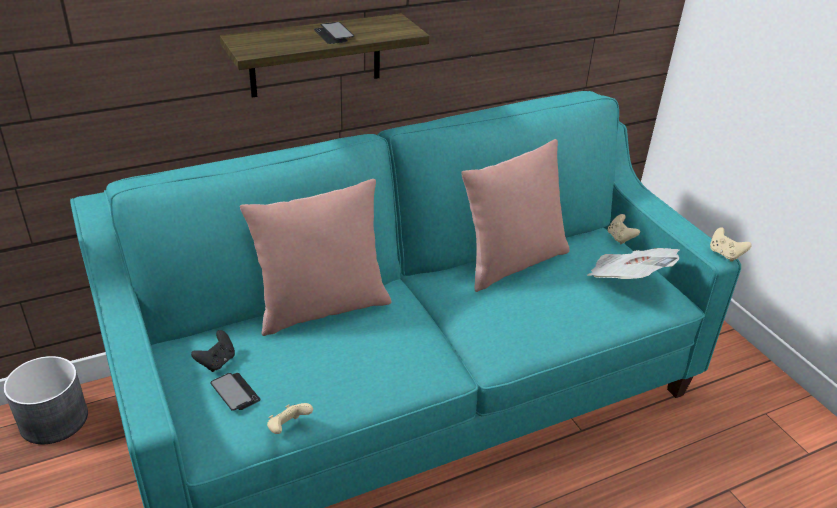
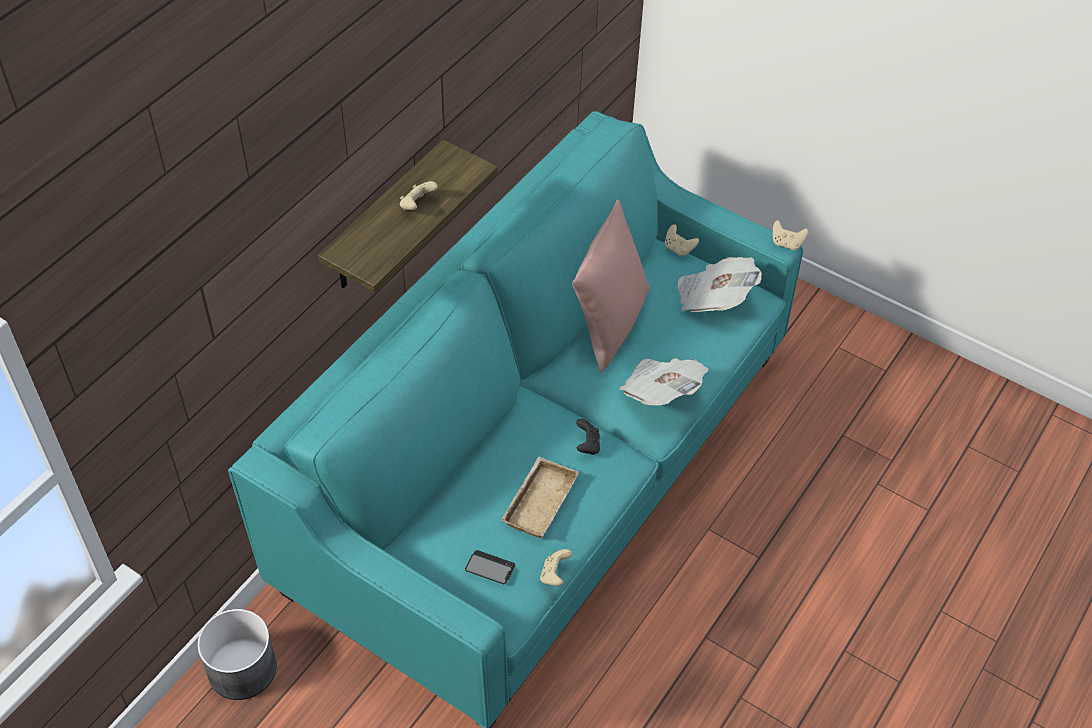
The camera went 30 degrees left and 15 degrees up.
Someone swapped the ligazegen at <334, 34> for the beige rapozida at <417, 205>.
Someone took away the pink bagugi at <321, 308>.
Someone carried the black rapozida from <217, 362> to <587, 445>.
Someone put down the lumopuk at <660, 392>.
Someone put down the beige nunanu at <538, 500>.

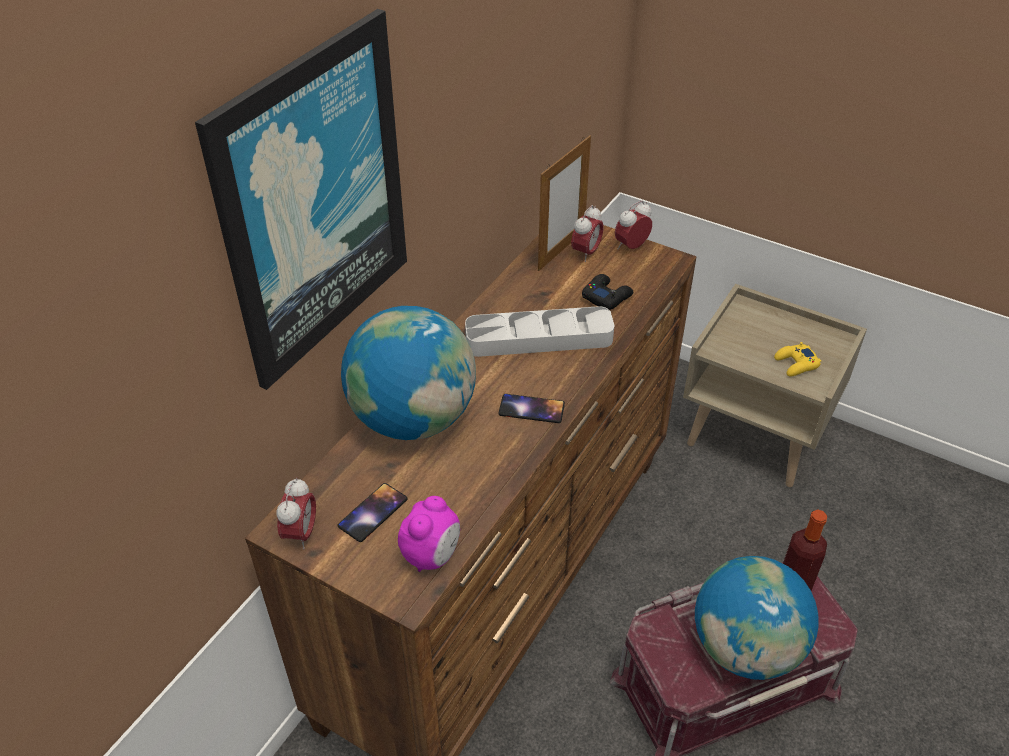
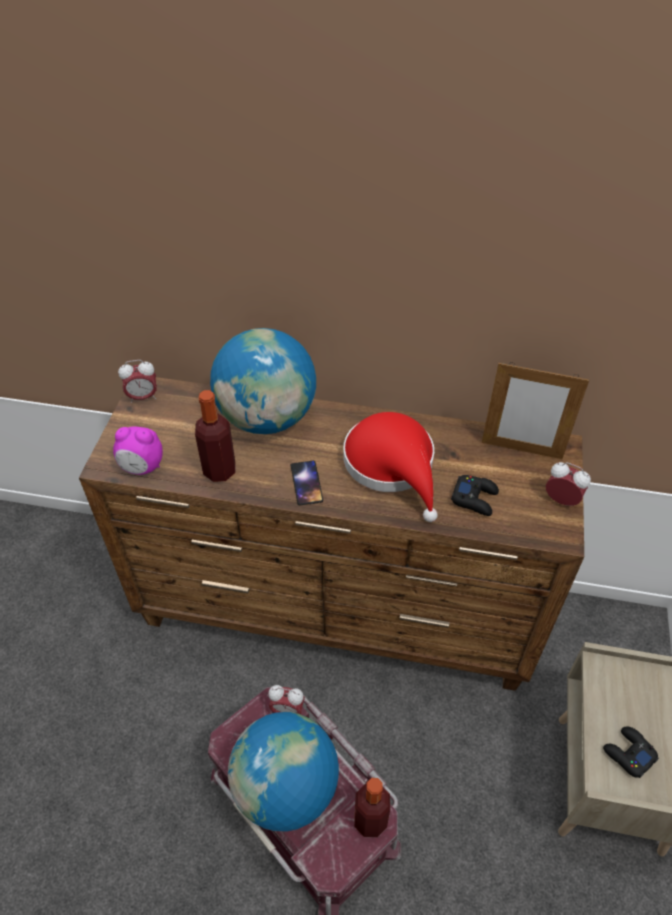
The camera went 70 degrees right and 5 degrees up.
Someone took away the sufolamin at <313, 202>.
Someone carried the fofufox from <586, 253> to <287, 710>.
Someone swapped the grey nunanu at <539, 338> for the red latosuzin at <393, 466>.
Someone repainted the yellow rapozida at <796, 364>, which became the black rapozida at <628, 753>.
Someone took away the ligazegen at <372, 512>.
Someone put down the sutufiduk at <219, 470>.

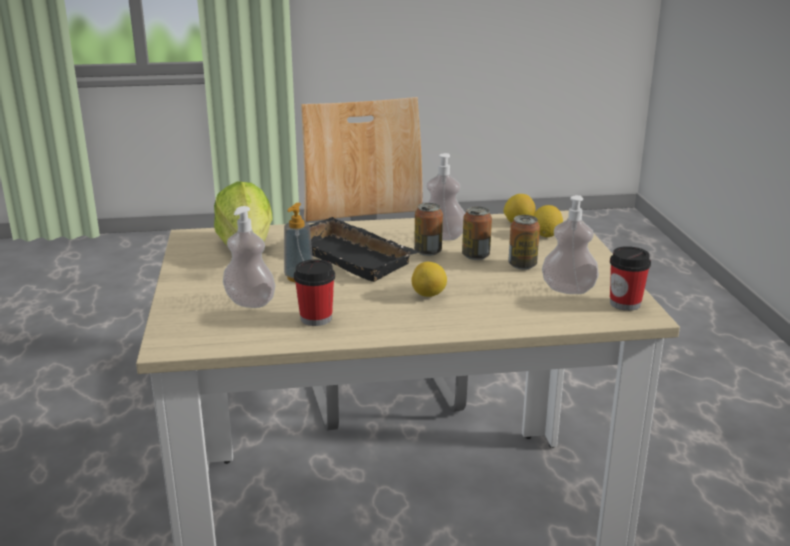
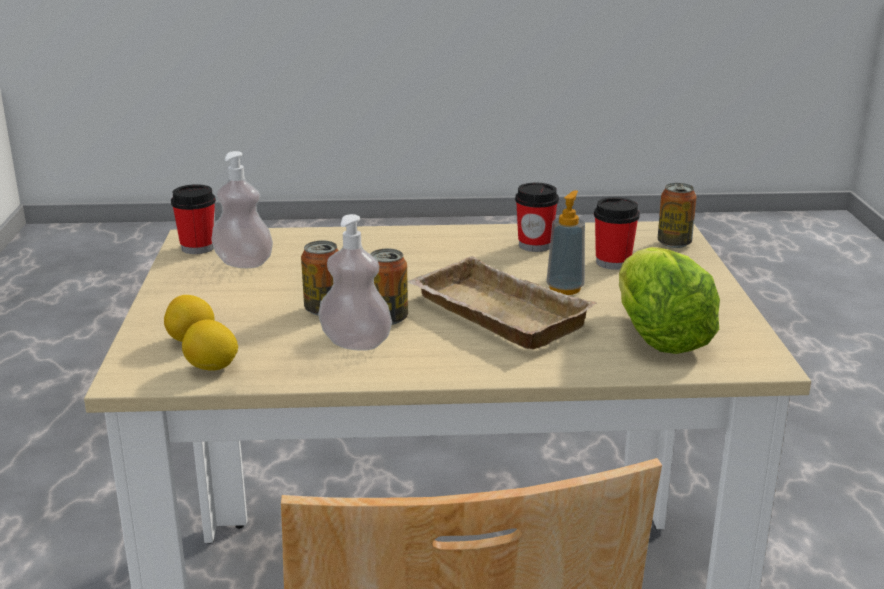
The camera went 175 degrees left and 0 degrees up.
Someone swapped the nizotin at <250, 302> for the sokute at <613, 262>.
Someone carried the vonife from <522, 265> to <674, 243>.
Someone repainted the black nunanu at <355, 256>, which became the beige nunanu at <493, 314>.
Someone took away the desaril at <429, 295>.

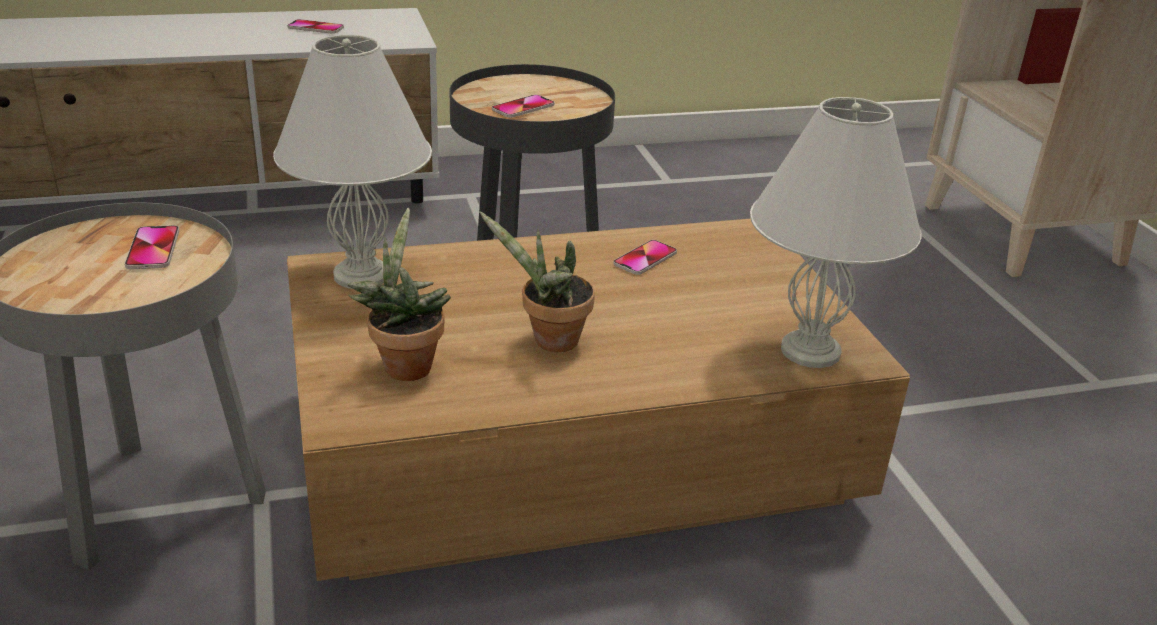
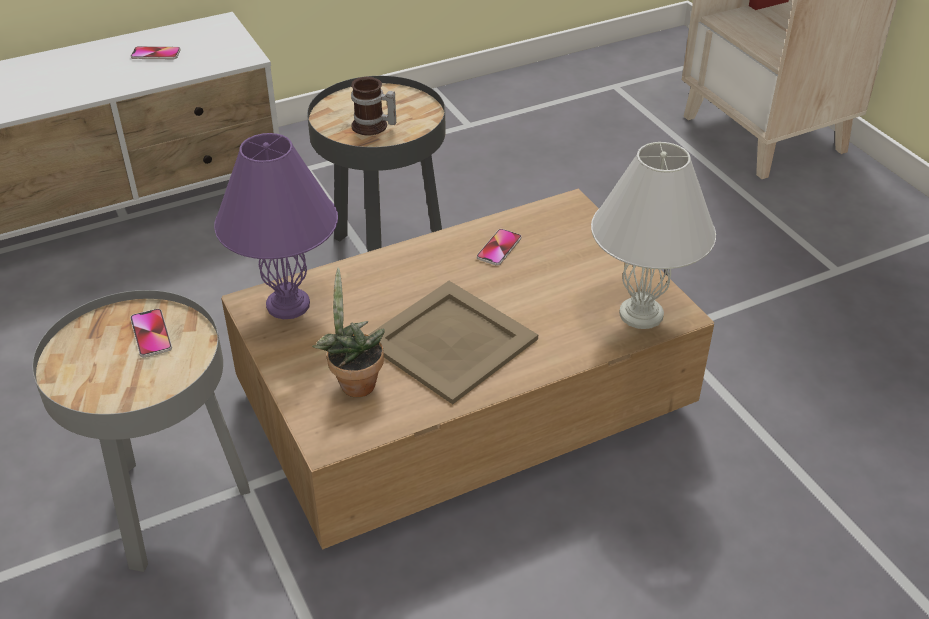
The camera went 10 degrees left and 10 degrees up.
Someone repainted the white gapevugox at <360, 275>, which became the purple gapevugox at <287, 305>.
Someone swapped the ligazegen at <523, 108> for the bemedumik at <372, 127>.
Someone swapped the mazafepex at <549, 341> for the beige nunanu at <452, 341>.

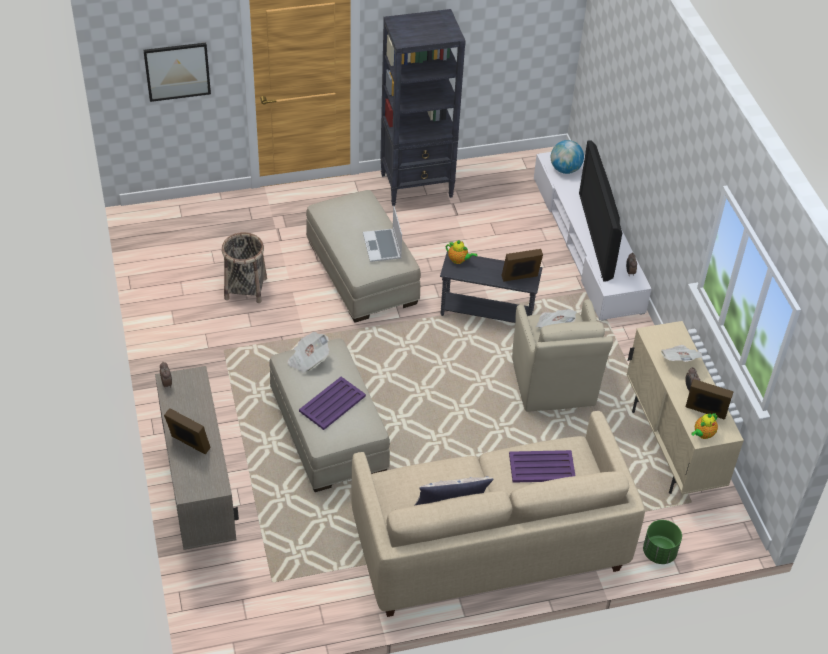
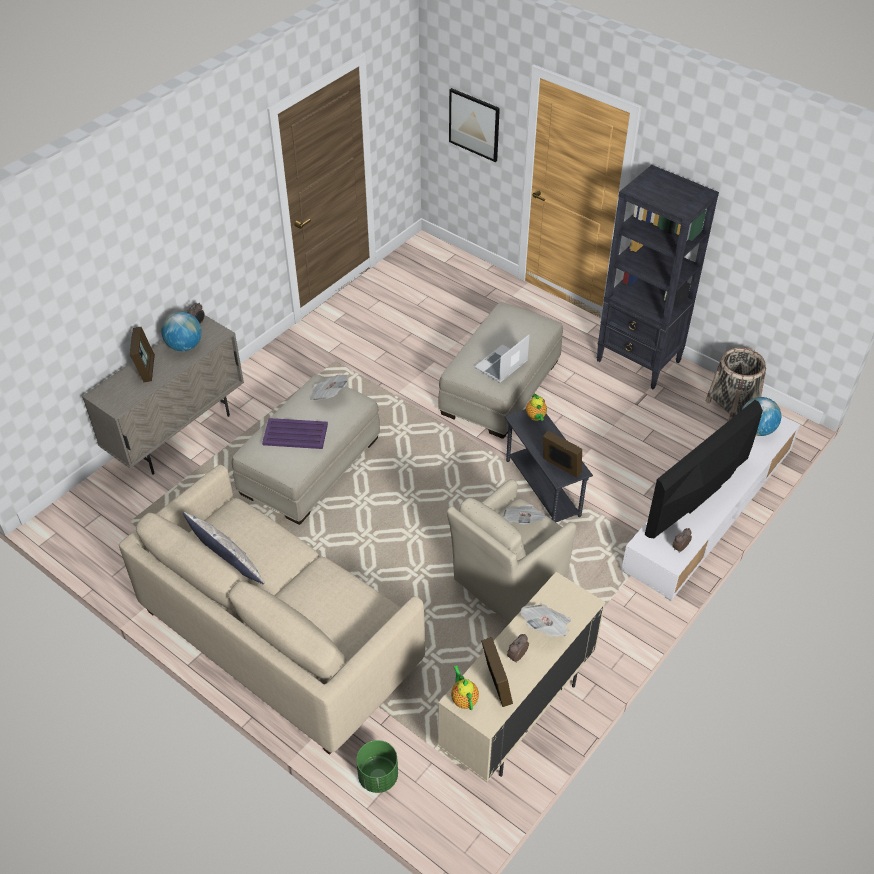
The camera went 55 degrees right and 0 degrees up.
Someone carried the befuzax from <246, 288> to <732, 405>.
Someone rotated the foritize at <702, 434> by 60 degrees clockwise.
Someone took away the purple nunanu at <542, 467>.
Someone put down the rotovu at <184, 346>.

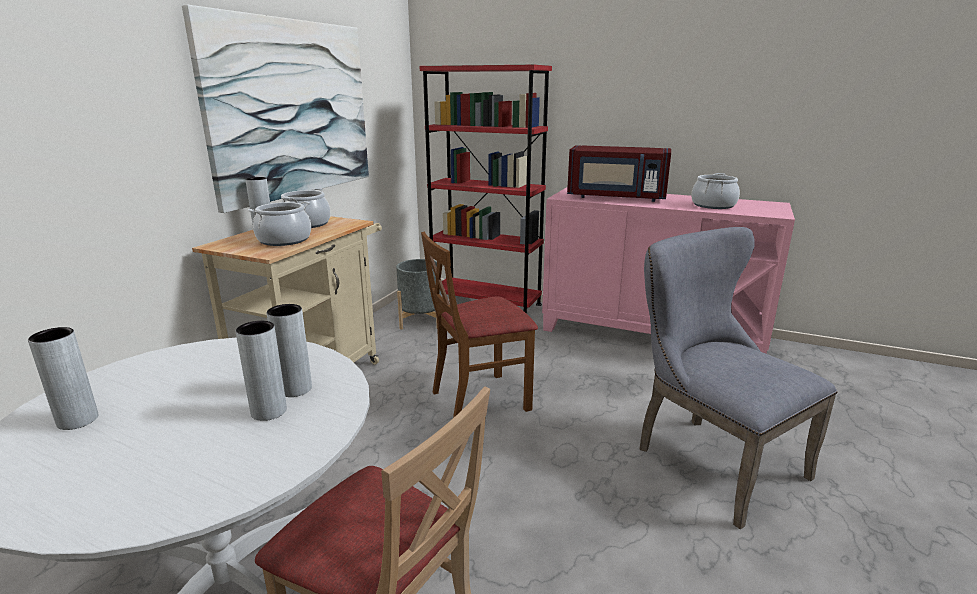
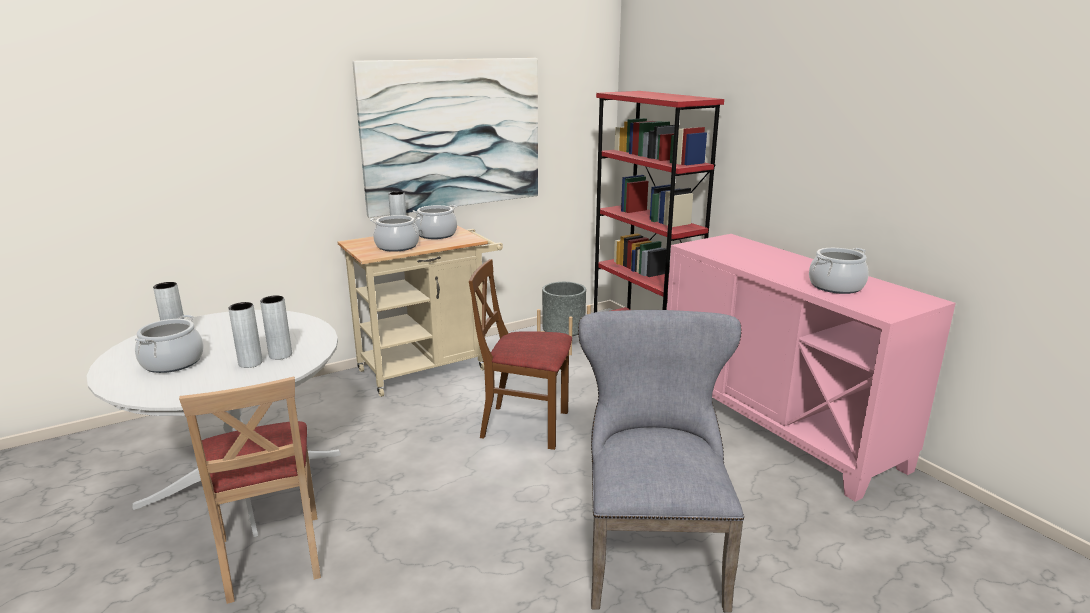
The camera went 35 degrees right and 0 degrees up.
Someone took away the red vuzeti at <616, 197>.
Someone put down the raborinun at <173, 362>.

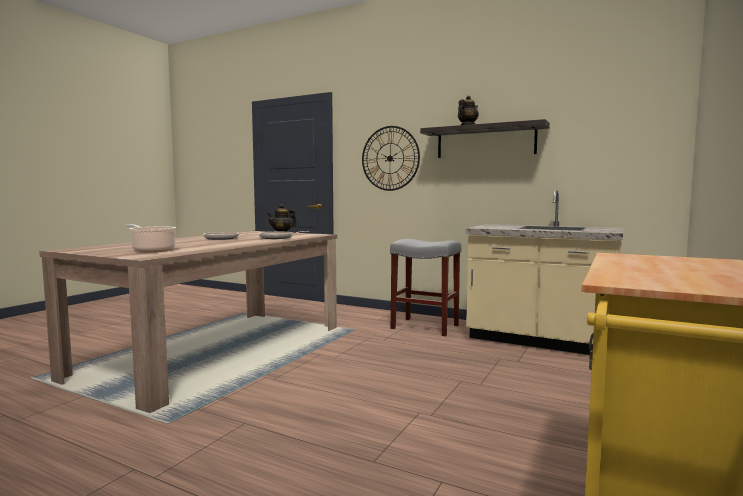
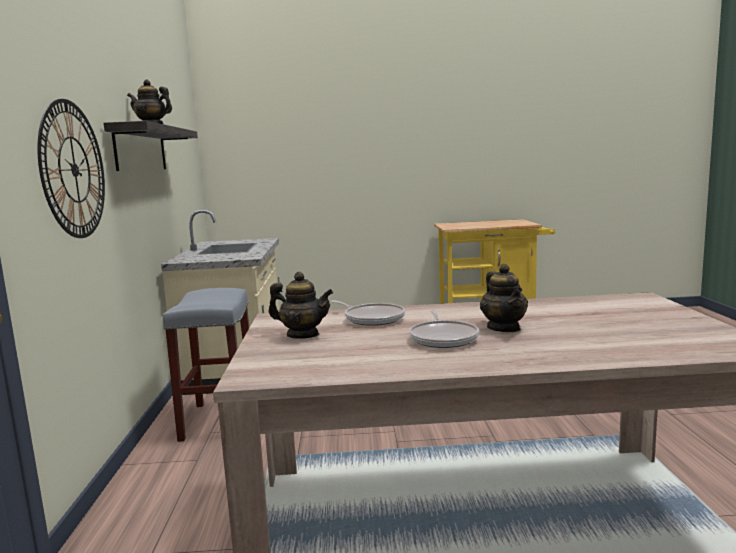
The camera went 120 degrees left and 5 degrees up.
Someone took away the raborinun at <152, 250>.
Someone put down the foritize at <504, 328>.

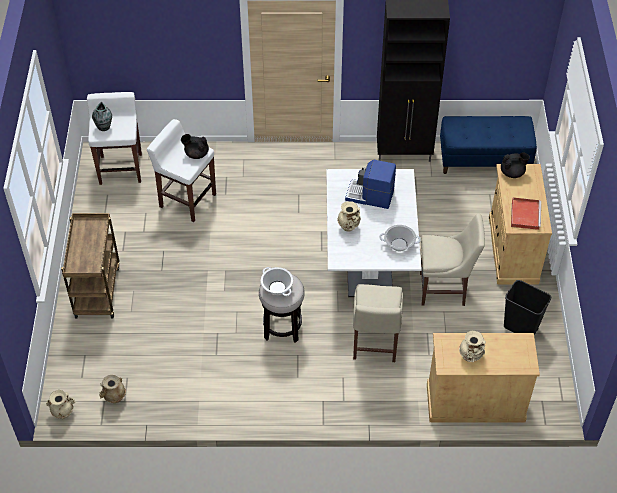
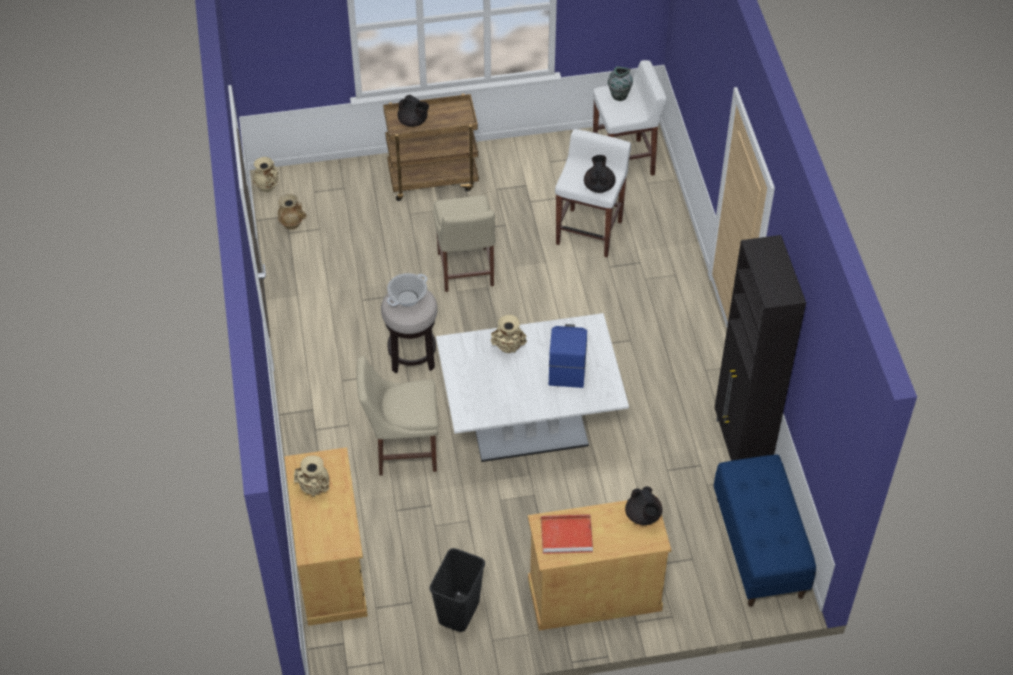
The camera went 80 degrees right and 0 degrees up.
Someone carried the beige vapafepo from <445, 289> to <465, 272>.
Someone took away the raborinun at <399, 244>.
Someone put down the black foritize at <413, 121>.

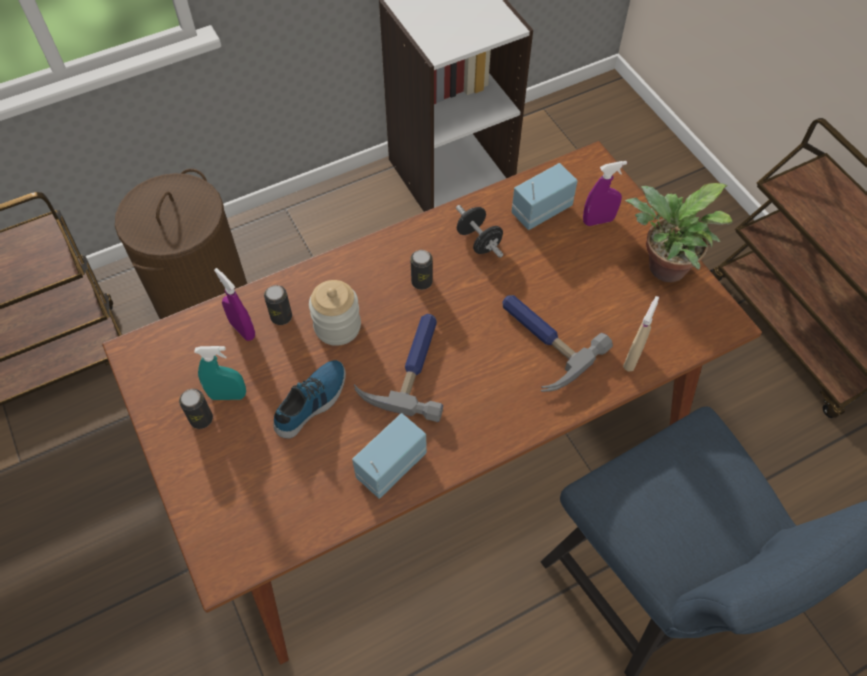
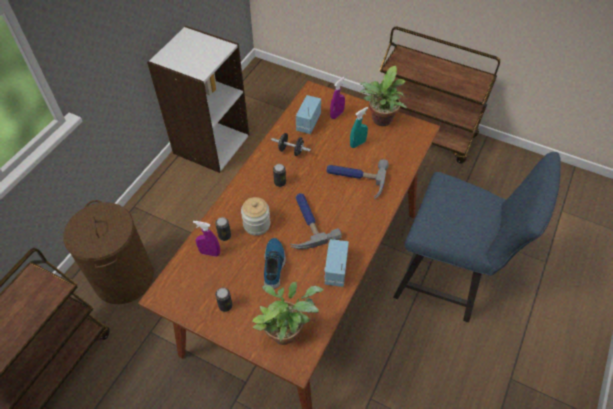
The camera went 35 degrees left and 5 degrees down.
Someone took away the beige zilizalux at <632, 358>.
Someone carried the turquoise zilizalux from <228, 395> to <357, 144>.
Someone put down the mazafepex at <286, 330>.

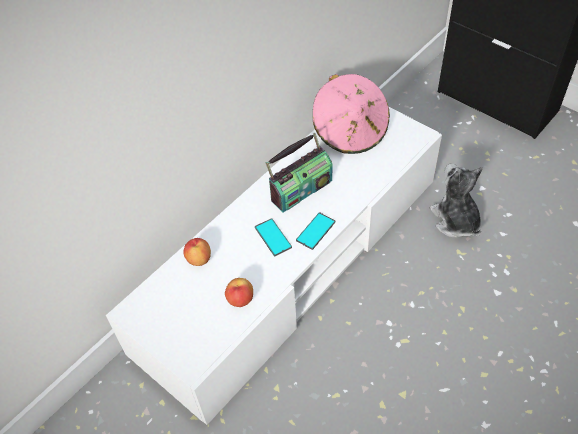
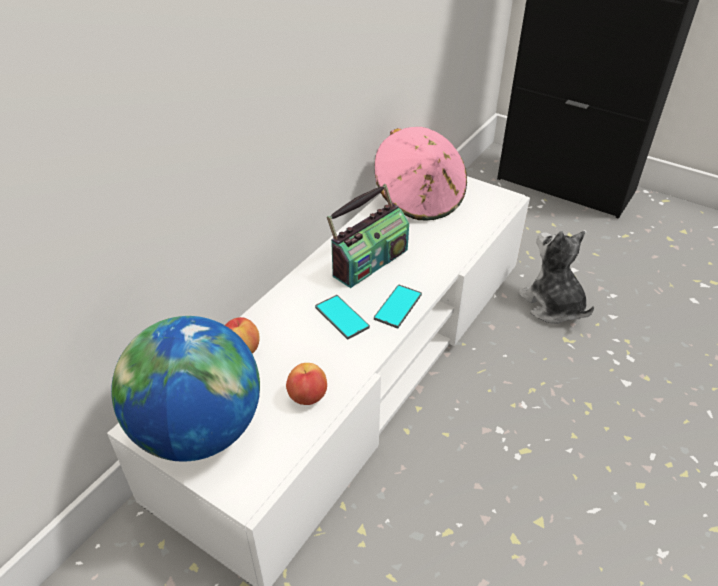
The camera went 10 degrees left and 10 degrees down.
Someone put down the rotovu at <199, 431>.

